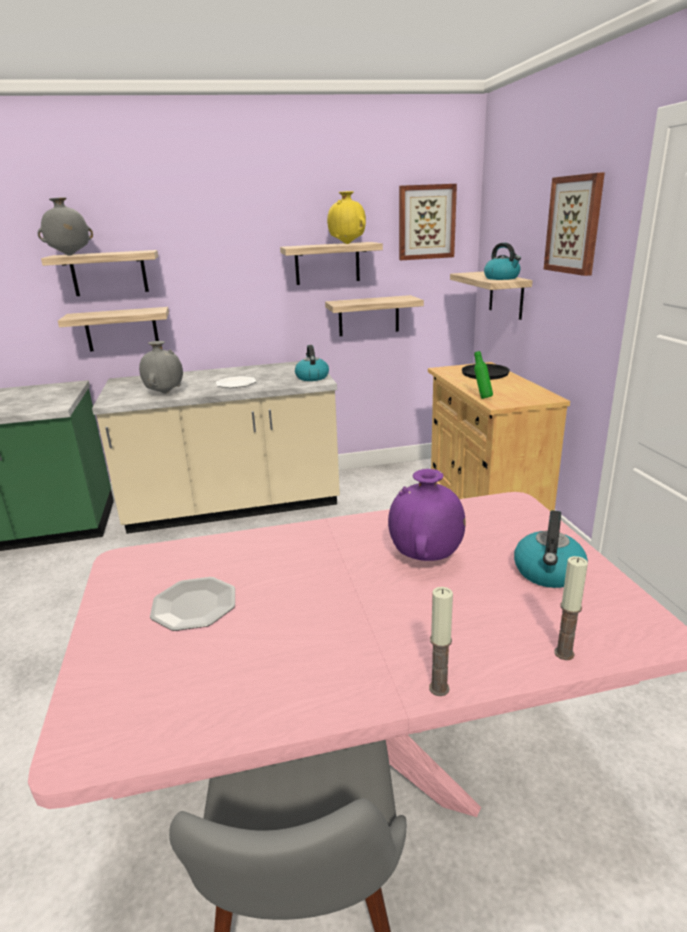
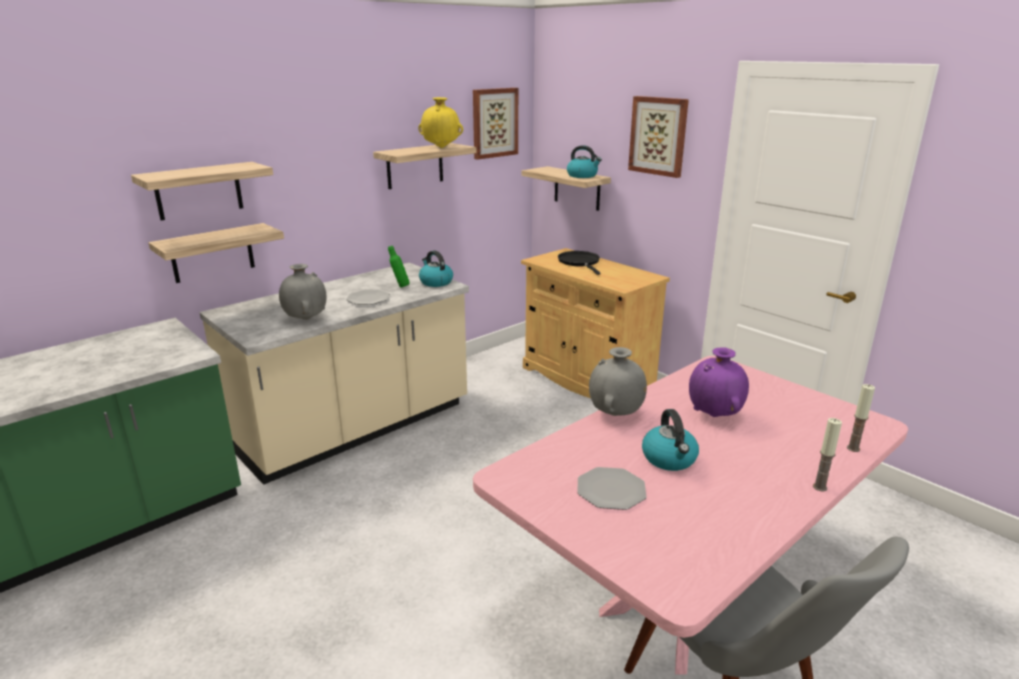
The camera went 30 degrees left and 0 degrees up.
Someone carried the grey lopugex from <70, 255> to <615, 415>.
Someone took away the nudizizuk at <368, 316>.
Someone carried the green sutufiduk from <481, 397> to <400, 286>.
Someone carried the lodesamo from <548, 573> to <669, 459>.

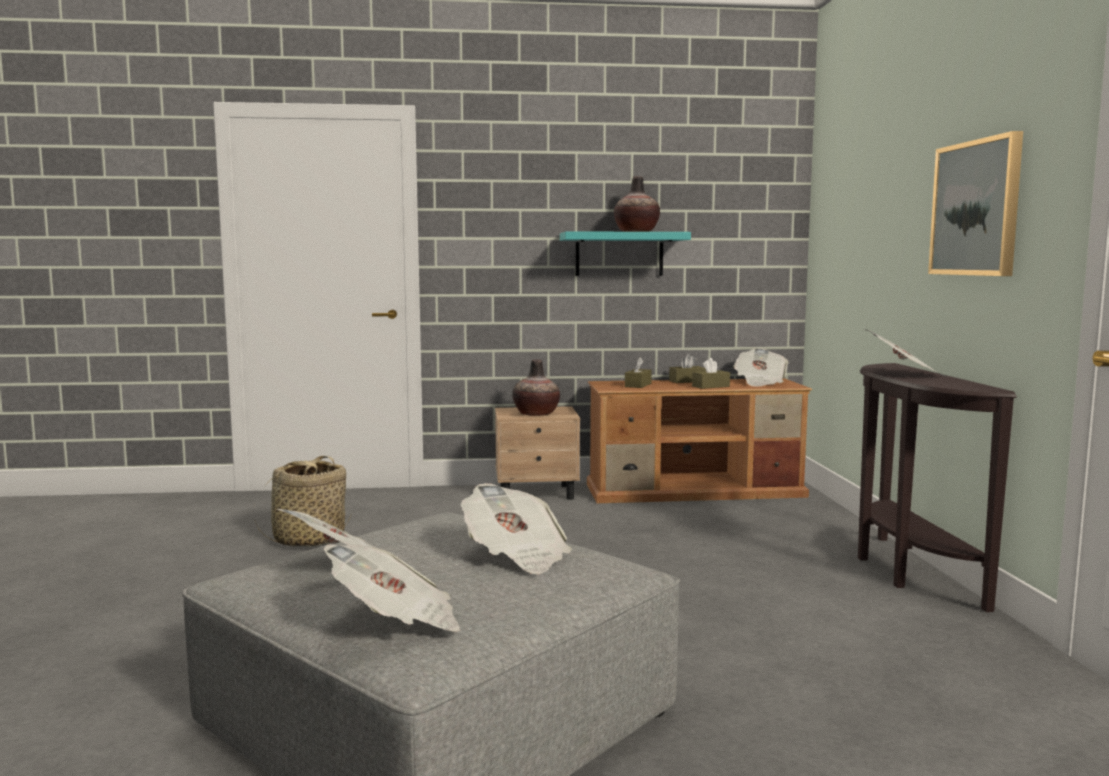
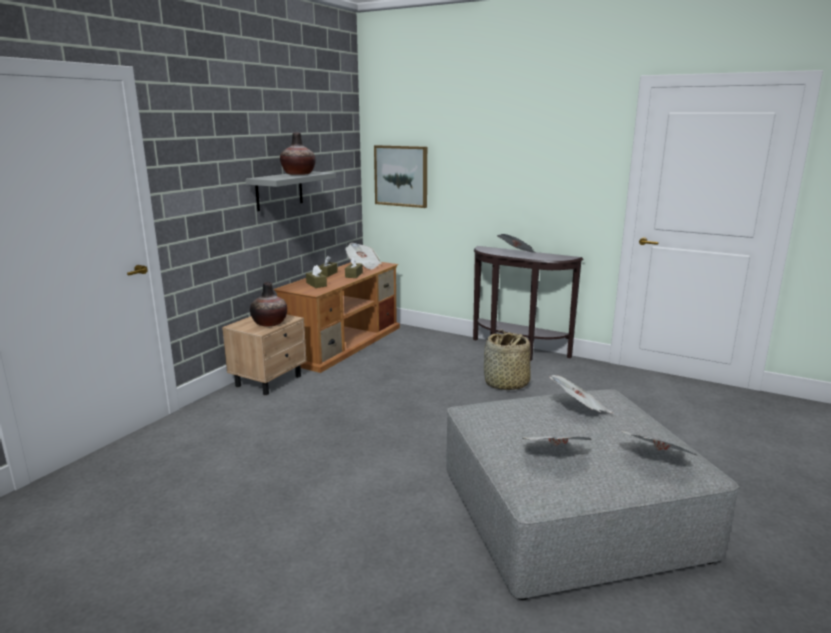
The camera went 55 degrees left and 10 degrees up.
Someone carried the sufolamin from <976, 208> to <401, 176>.
Someone repainted the turquoise nudizizuk at <619, 254>, which became the grey nudizizuk at <279, 190>.
Someone carried the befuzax from <308, 540> to <506, 383>.

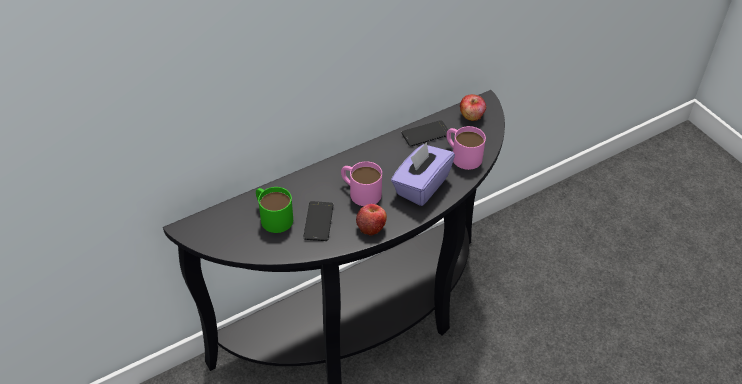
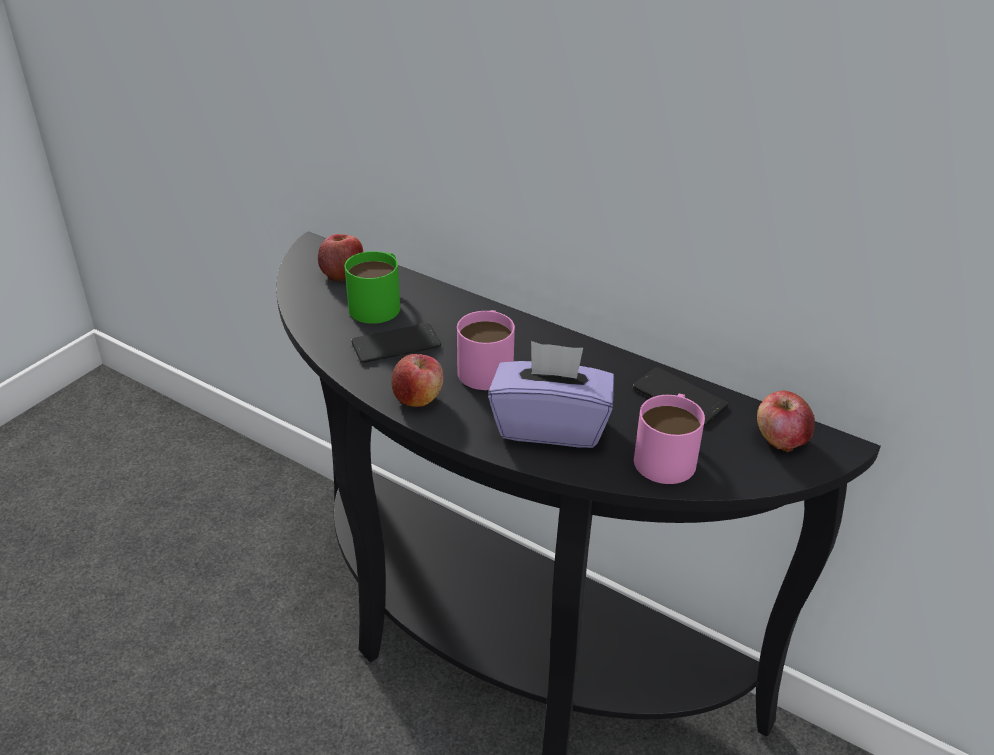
The camera went 65 degrees right and 10 degrees down.
Someone put down the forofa at <342, 272>.

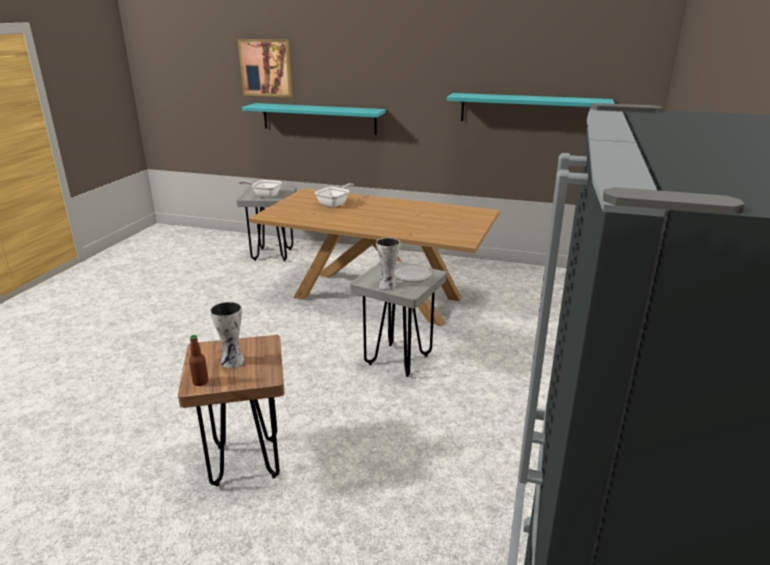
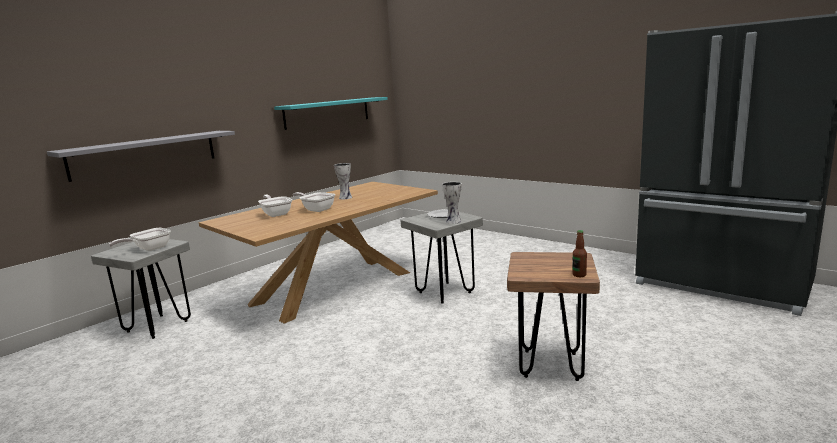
The camera went 65 degrees left and 10 degrees down.
Someone took away the sufolamin at <266, 68>.
Someone repainted the turquoise nudizizuk at <319, 118>, which became the grey nudizizuk at <145, 154>.
Someone carried the lopugex from <234, 361> to <346, 197>.
Someone put down the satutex at <316, 209>.

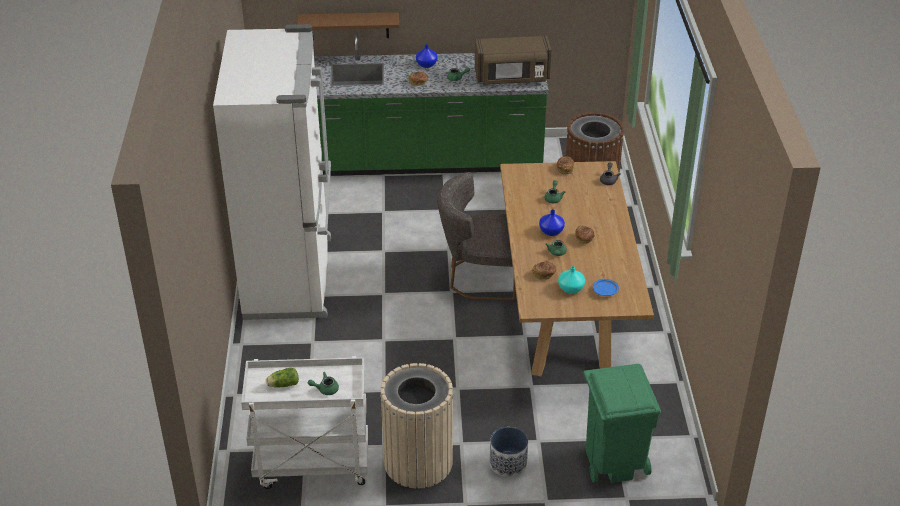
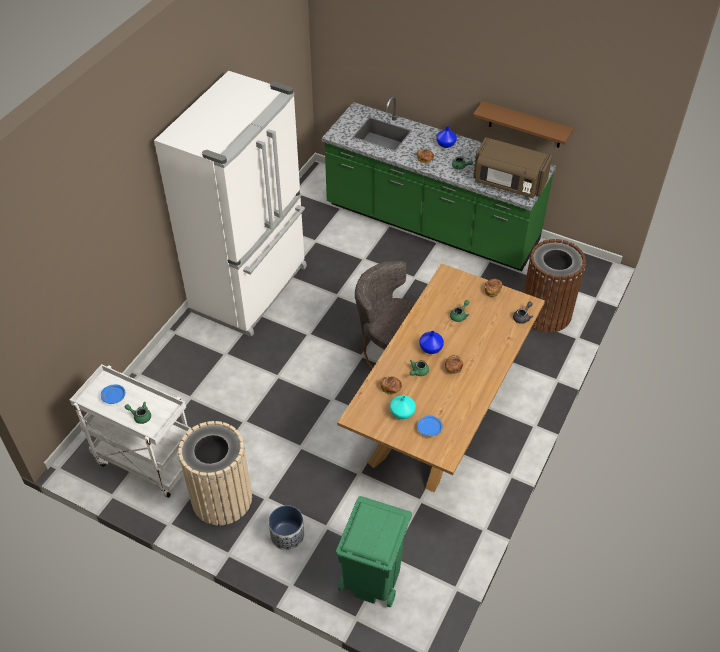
The camera went 30 degrees right and 10 degrees up.
Someone carried the brown nudizizuk from <349, 26> to <525, 125>.
Someone swapped the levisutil at <282, 385> for the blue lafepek at <114, 397>.

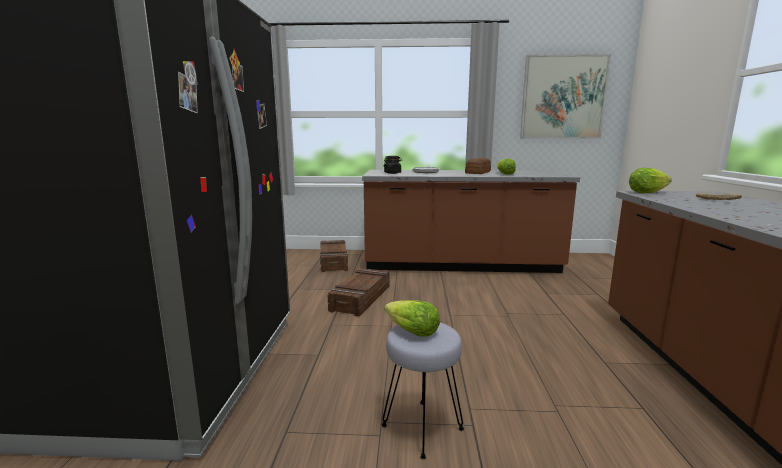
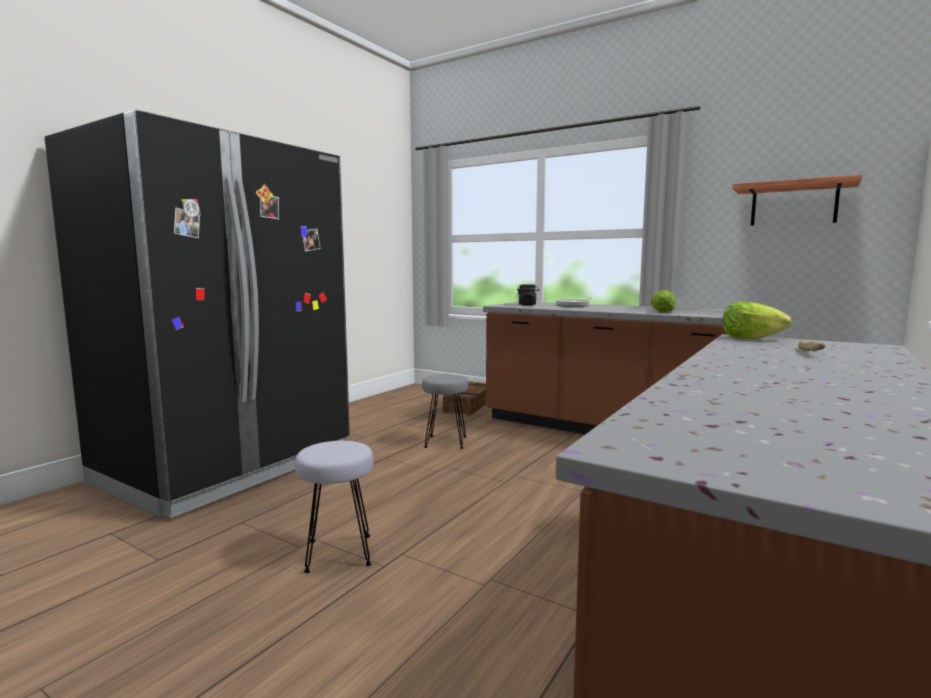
The camera went 30 degrees right and 5 degrees down.
Someone swapped the sufolamin at <563, 97> for the nudizizuk at <793, 204>.
Someone took away the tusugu at <478, 172>.
Someone swapped the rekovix at <360, 298> for the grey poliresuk at <445, 442>.
Someone took away the levisutil at <411, 331>.

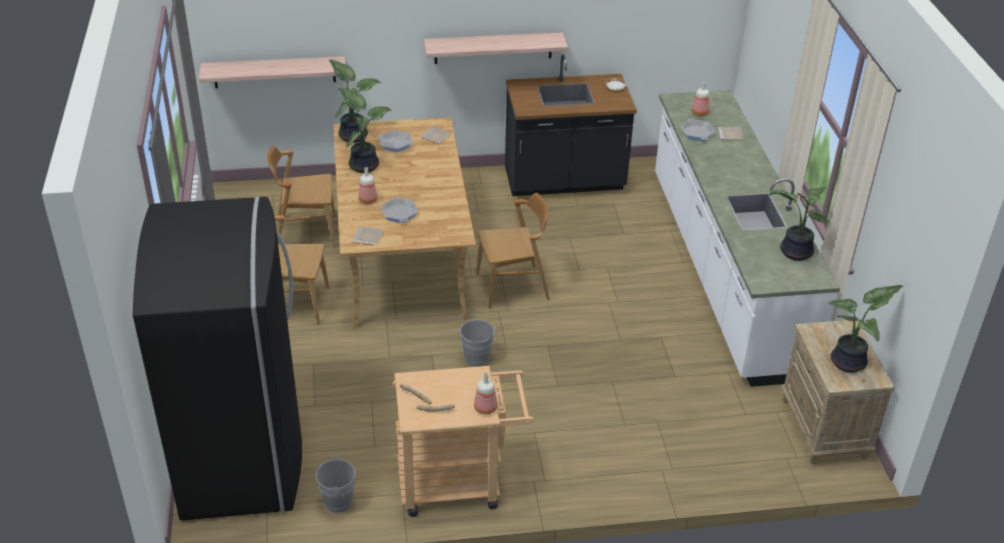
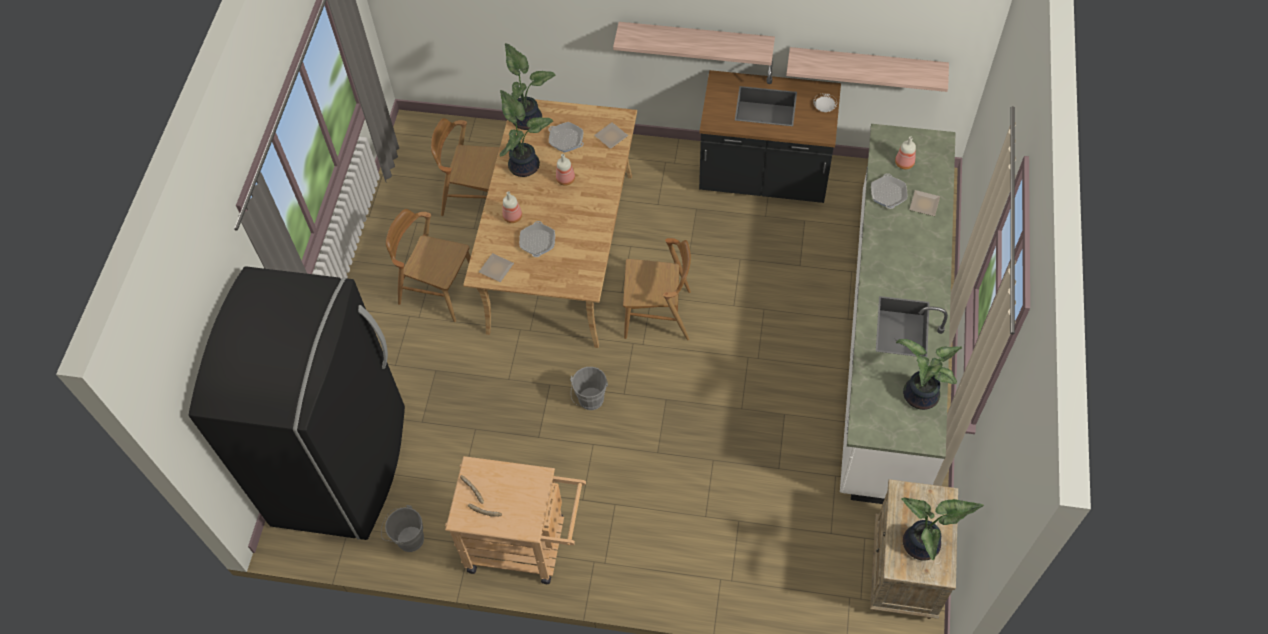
The camera went 20 degrees right and 20 degrees up.
Someone carried the nudizizuk from <274, 72> to <866, 65>.
Someone carried the sutufiduk from <485, 408> to <566, 179>.

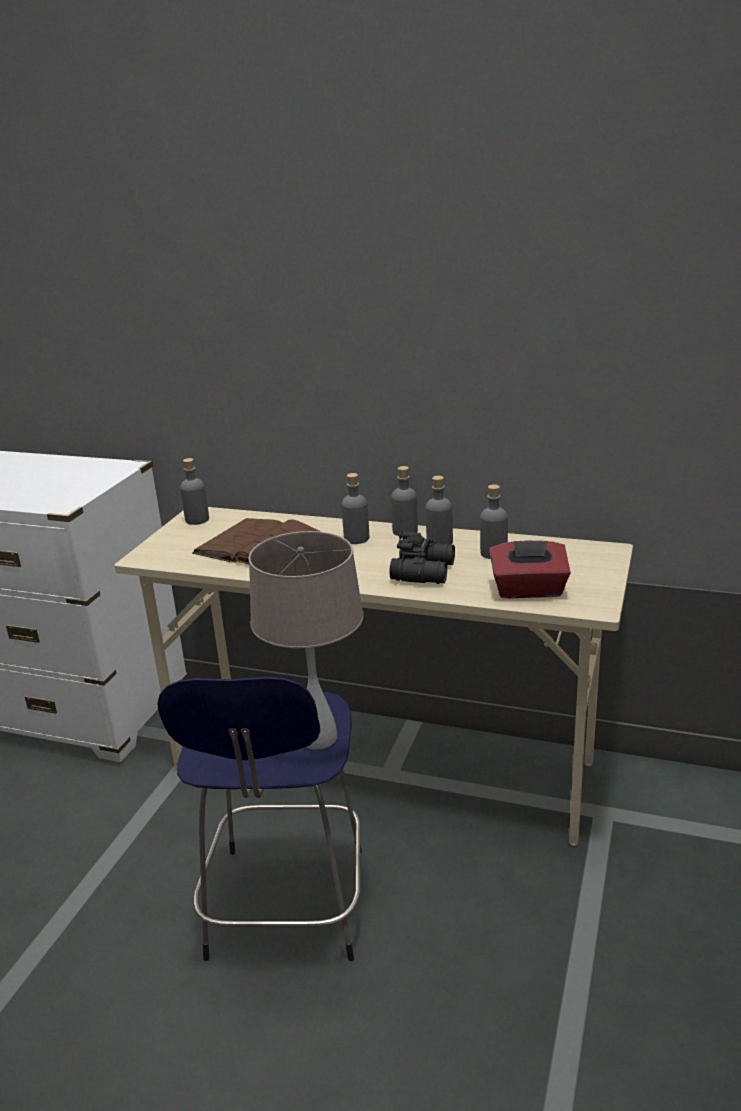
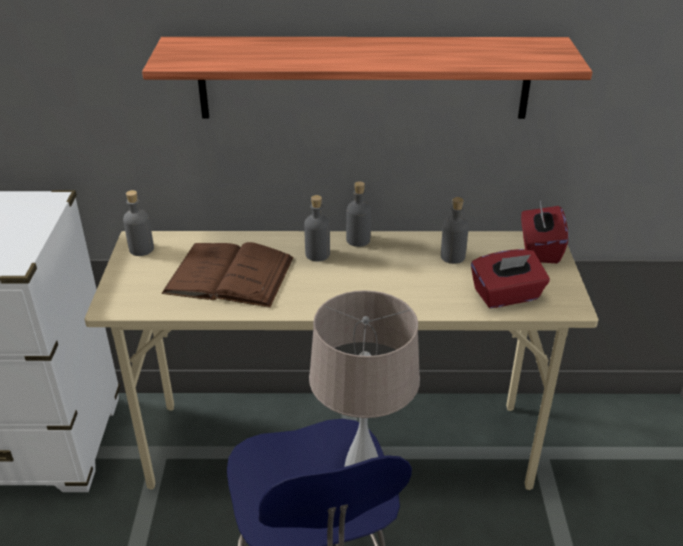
The camera went 20 degrees left and 10 degrees up.
Someone took away the grey sutufiduk at <439, 542>.
Someone took away the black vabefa at <425, 571>.
Someone put up the nudizizuk at <364, 78>.
Someone put down the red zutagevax at <539, 249>.

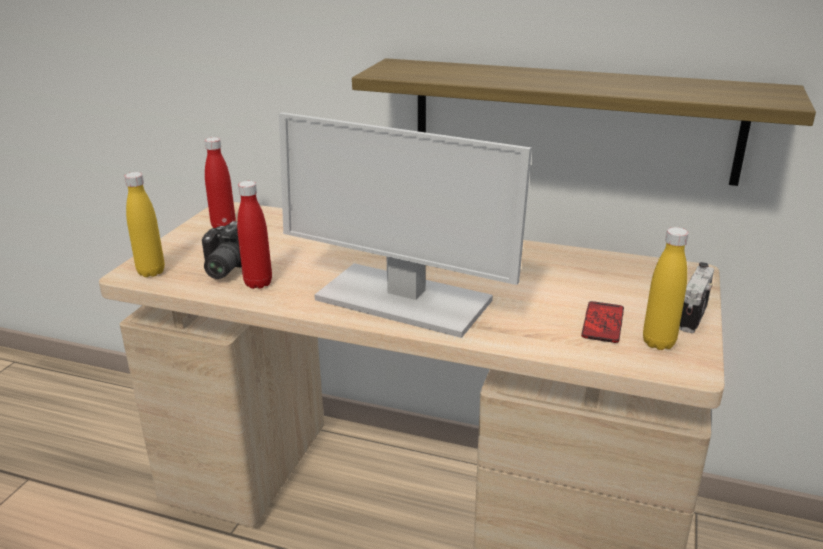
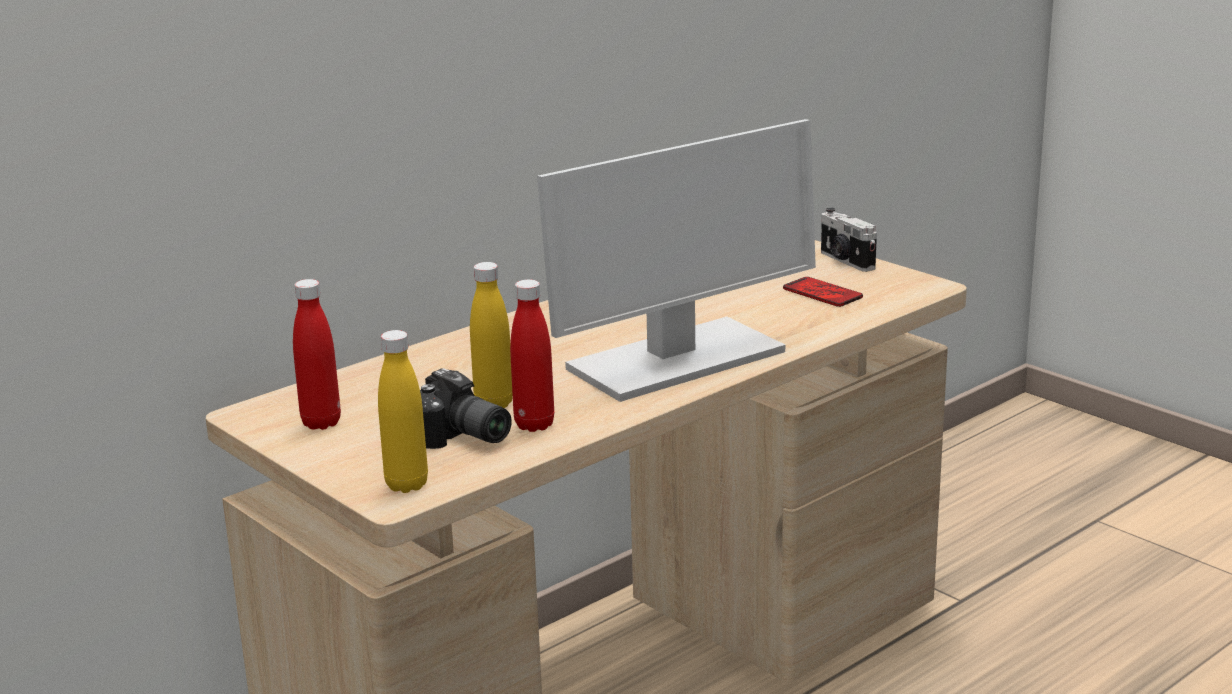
The camera went 60 degrees left and 5 degrees down.
Someone took away the nudizizuk at <573, 120>.
Someone carried the yellow sutufiduk from <658, 343> to <494, 403>.

